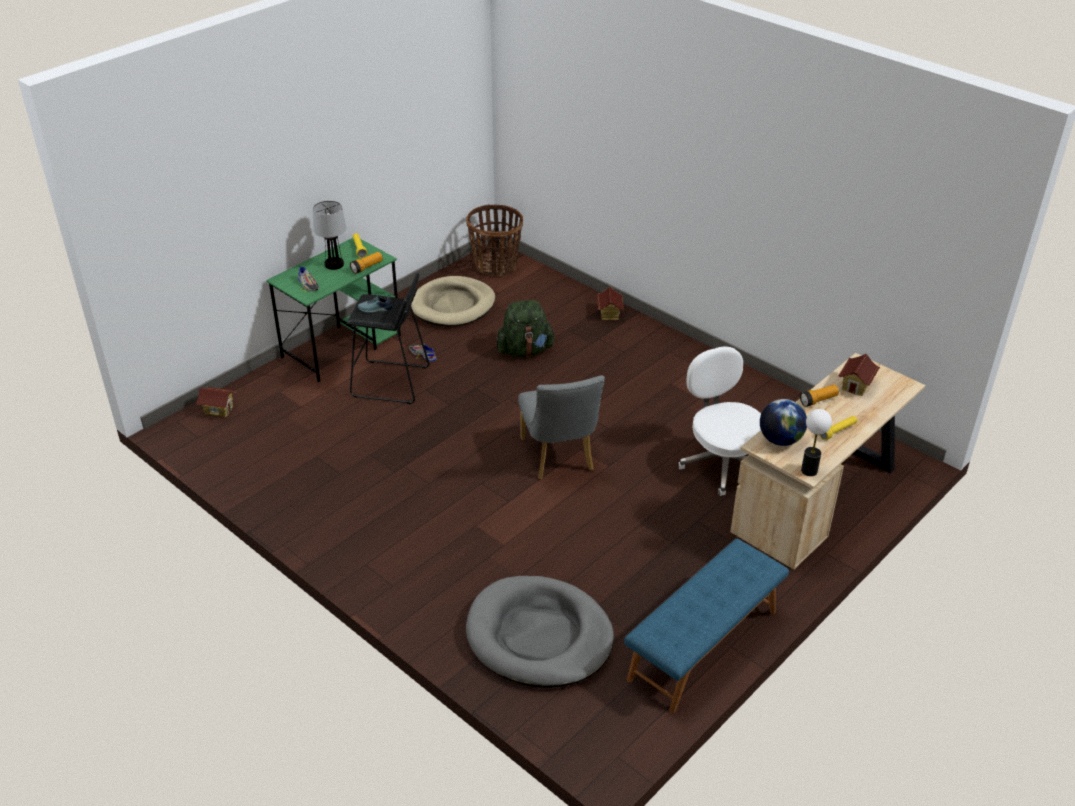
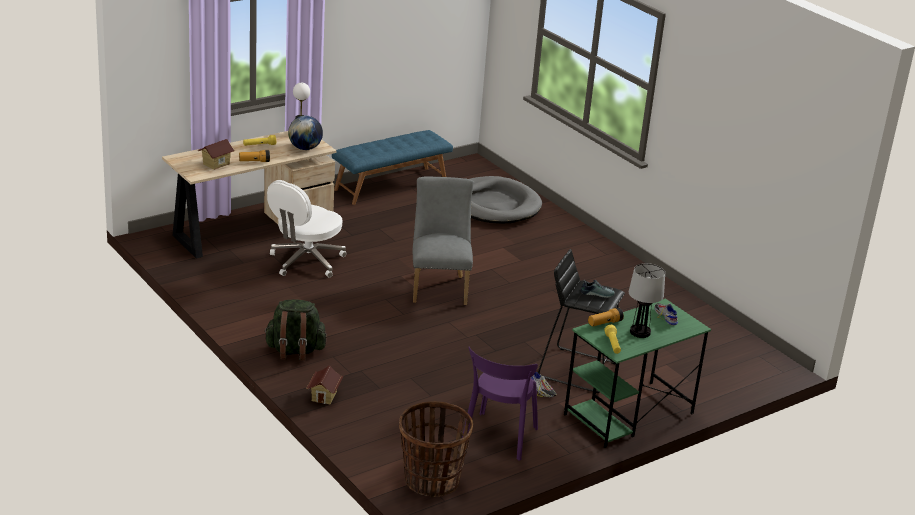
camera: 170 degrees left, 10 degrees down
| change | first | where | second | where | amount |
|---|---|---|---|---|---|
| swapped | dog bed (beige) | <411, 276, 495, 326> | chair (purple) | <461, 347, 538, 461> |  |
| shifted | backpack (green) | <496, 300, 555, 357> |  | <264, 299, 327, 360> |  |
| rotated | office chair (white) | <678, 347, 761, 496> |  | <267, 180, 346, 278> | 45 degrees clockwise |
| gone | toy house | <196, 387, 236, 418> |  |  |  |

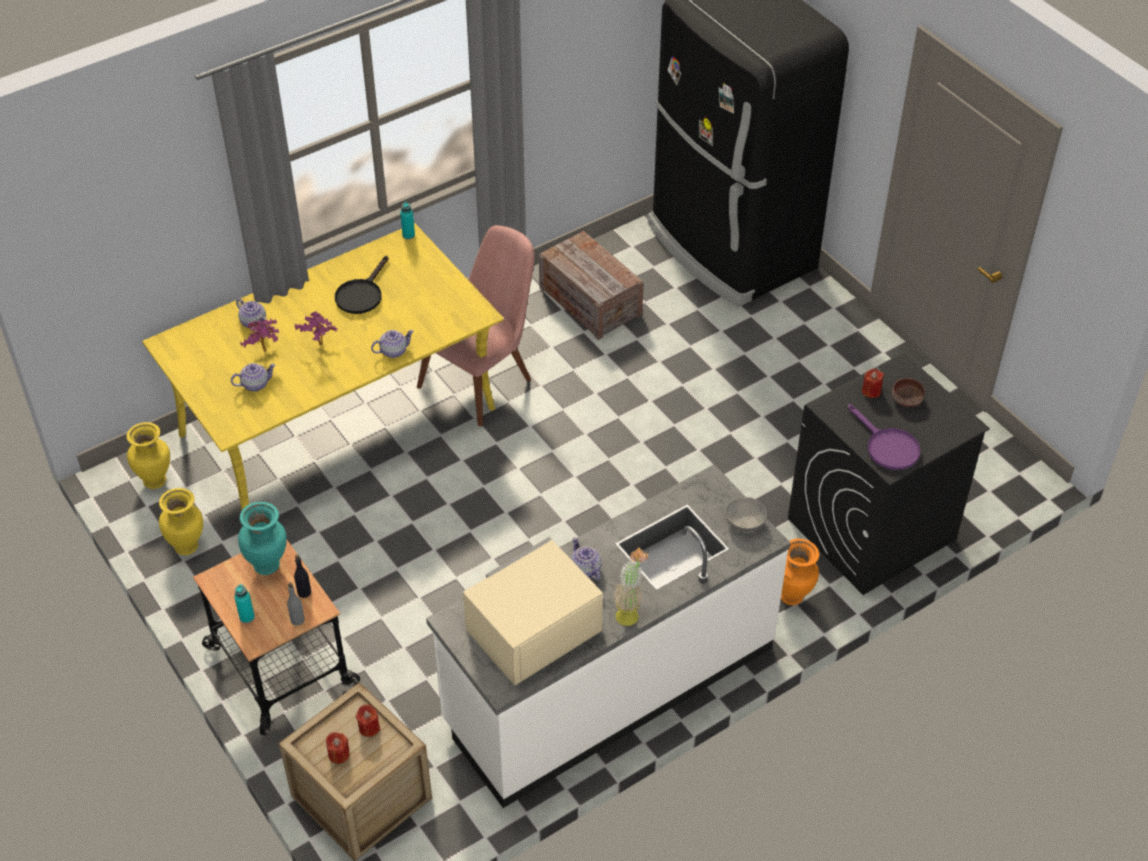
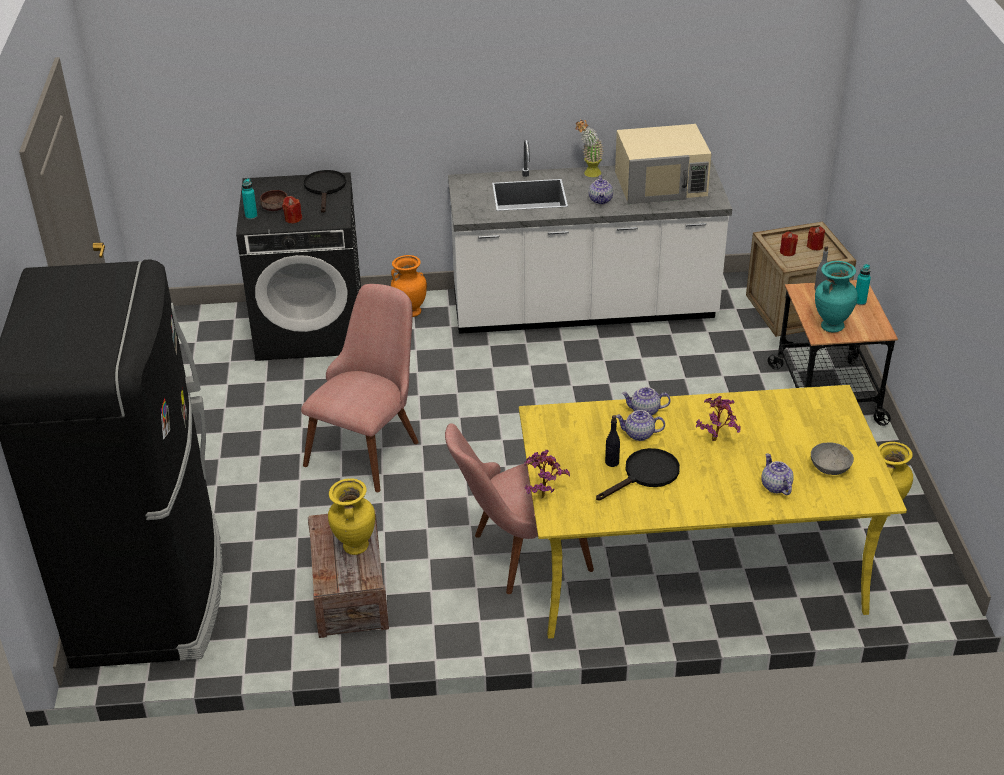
camera: 150 degrees left, 10 degrees down
| change | first | where | second | where | amount |
|---|---|---|---|---|---|
| shifted | bottle (turquoise) | <400, 201, 415, 240> |  | <242, 178, 258, 220> |  |
| shifted | potted plant | <240, 319, 279, 352> |  | <524, 450, 570, 498> |  |
| shifted | teapot | <231, 363, 276, 391> |  | <616, 410, 665, 441> |  |
| repainted | frying pan (purple) | <848, 404, 920, 470> | frying pan (black) | <303, 170, 346, 213> |  |
| shifted | vase (yellow) | <127, 422, 170, 489> |  | <328, 478, 375, 555> |  |
| shifted | bowl (grey) | <725, 497, 767, 532> |  | <811, 443, 854, 475> |  |
| shifted | bottle (black) | <294, 555, 311, 598> |  | <605, 415, 620, 467> |  |
| new |  |  | chair (pink) | <301, 284, 419, 492> |  |

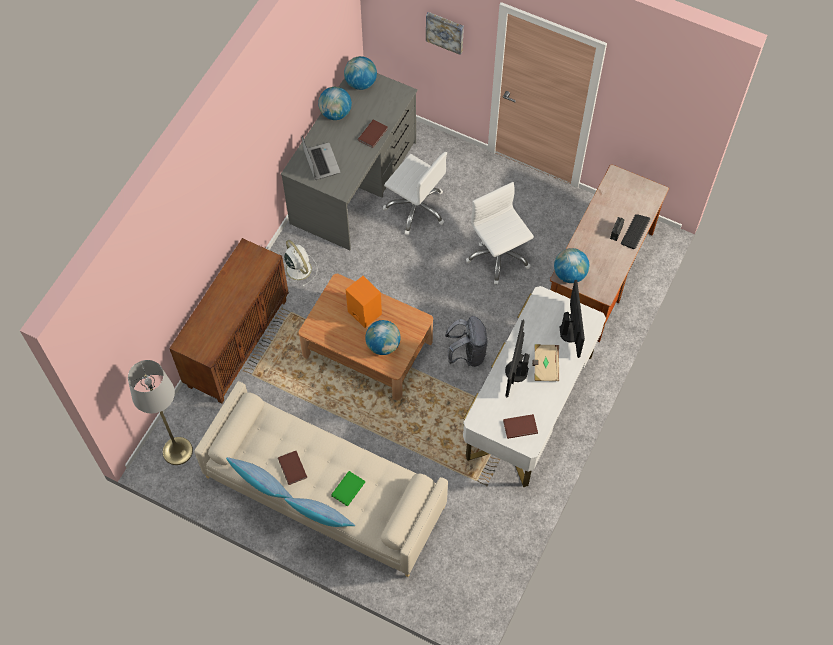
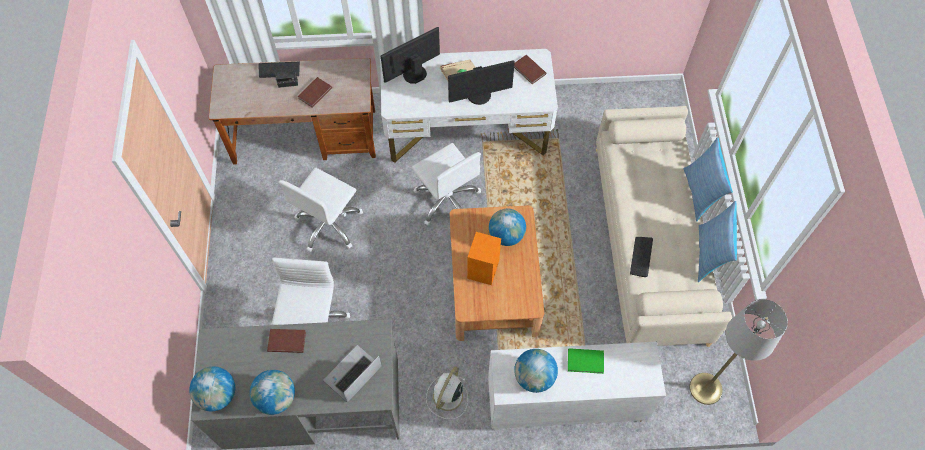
camera: 120 degrees left, 0 degrees up
| change | first | where | second | where | amount |
|---|---|---|---|---|---|
| gone | picture | <426, 12, 464, 55> |  |  |  |
| repainted | cabinet (brown) | <169, 238, 289, 403> | cabinet (white) | <488, 342, 666, 430> |  |
| shifted | globe | <554, 248, 589, 283> |  | <514, 349, 558, 393> |  |
| swapped | backpack (grey) | <445, 316, 488, 367> | office chair (white) | <412, 143, 481, 225> |  |
| shifted | book (brown) | <278, 451, 307, 485> |  | <298, 77, 332, 108> |  |
| shifted | book (green) | <331, 471, 365, 506> |  | <568, 348, 604, 374> |  |
| new |  |  | keyboard | <630, 237, 653, 277> |  |

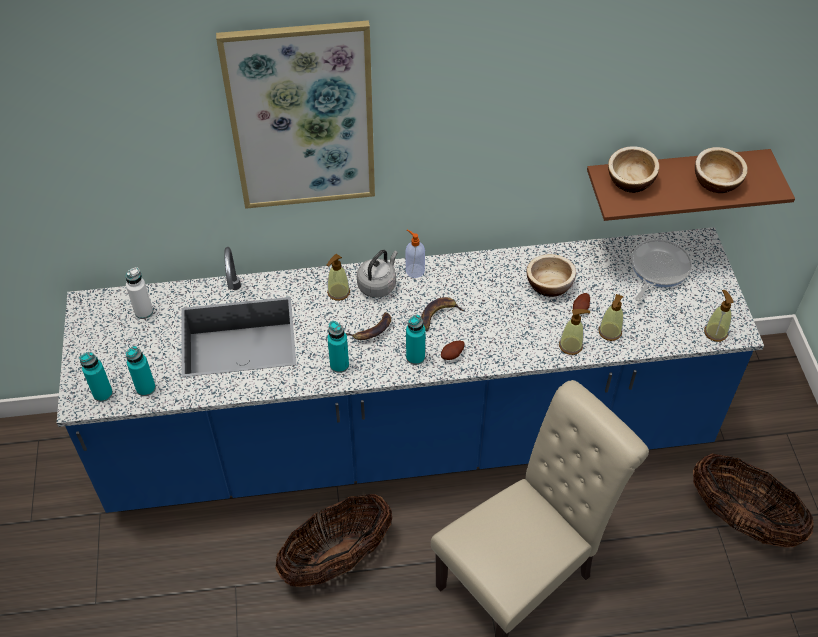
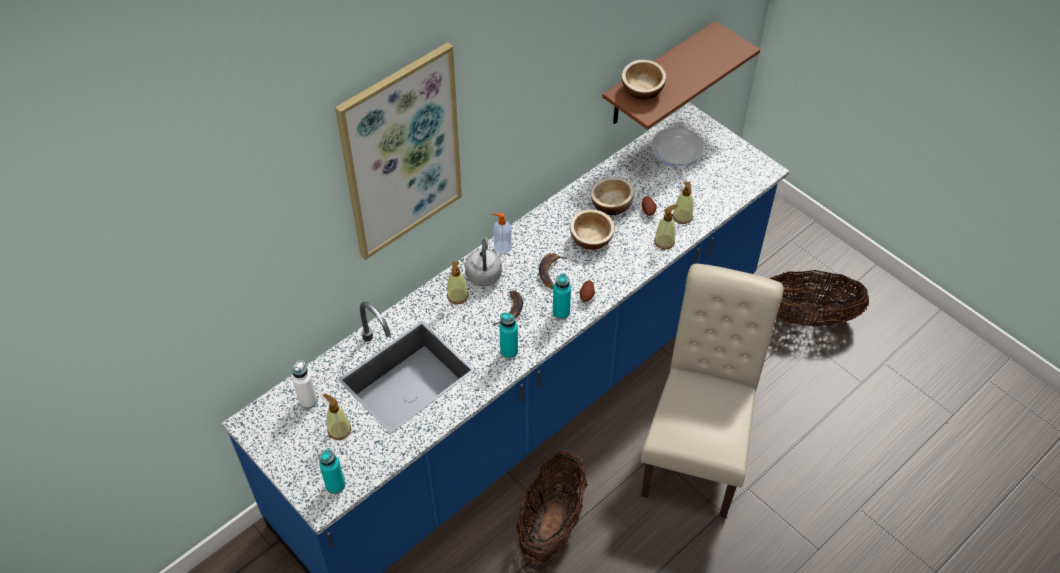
camera: 35 degrees left, 0 degrees up
| change | first | where | second | where | amount |
|---|---|---|---|---|---|
| shifted | bowl | <695, 147, 748, 193> |  | <570, 209, 615, 250> |  |
| shifted | soap dispenser | <704, 290, 734, 342> |  | <323, 394, 351, 440> |  |
| gone | bottle (turquoise) | <126, 346, 156, 396> |  |  |  |

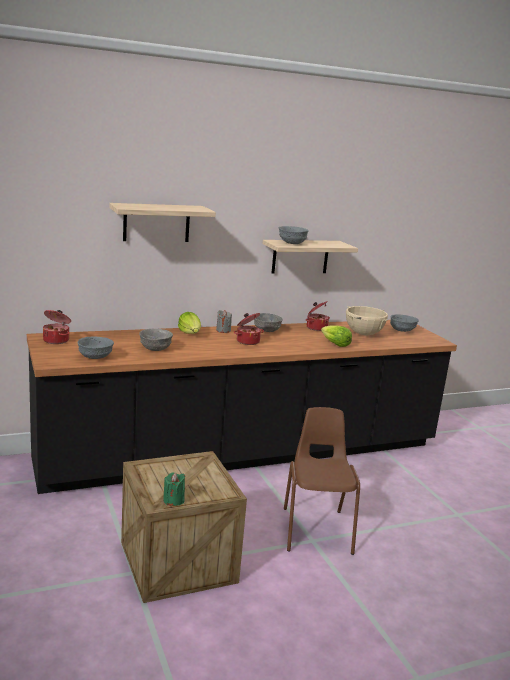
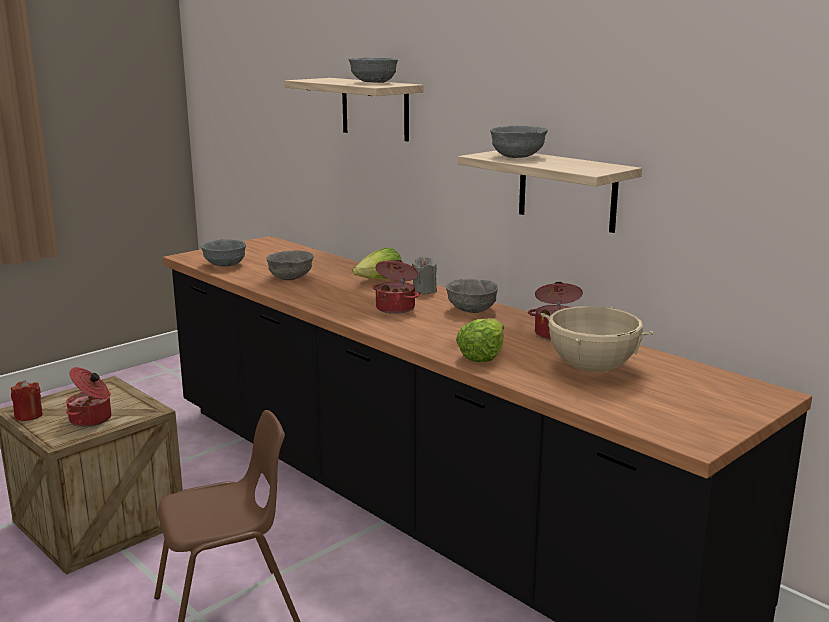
camera: 70 degrees right, 0 degrees up
| change | first | where | second | where | amount |
|---|---|---|---|---|---|
| shifted | cooking pot | <43, 310, 71, 344> |  | <66, 367, 112, 427> |  |
| shifted | bowl (grey) | <390, 314, 419, 332> |  | <348, 57, 398, 83> |  |
| repainted | candle (green) | <163, 473, 185, 506> | candle (red) | <11, 380, 43, 421> |  |

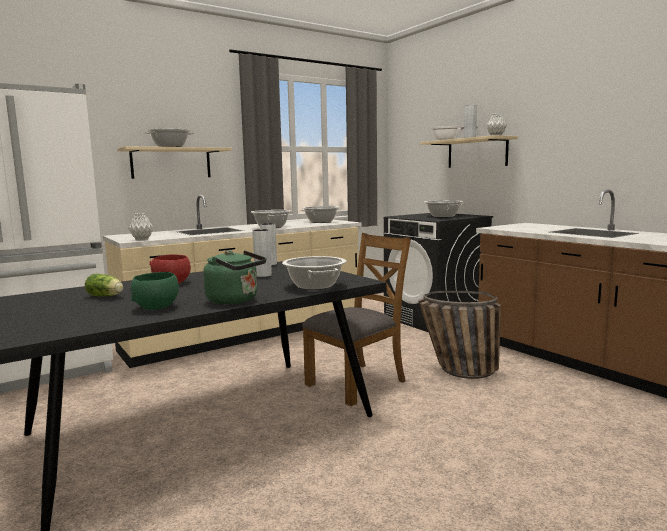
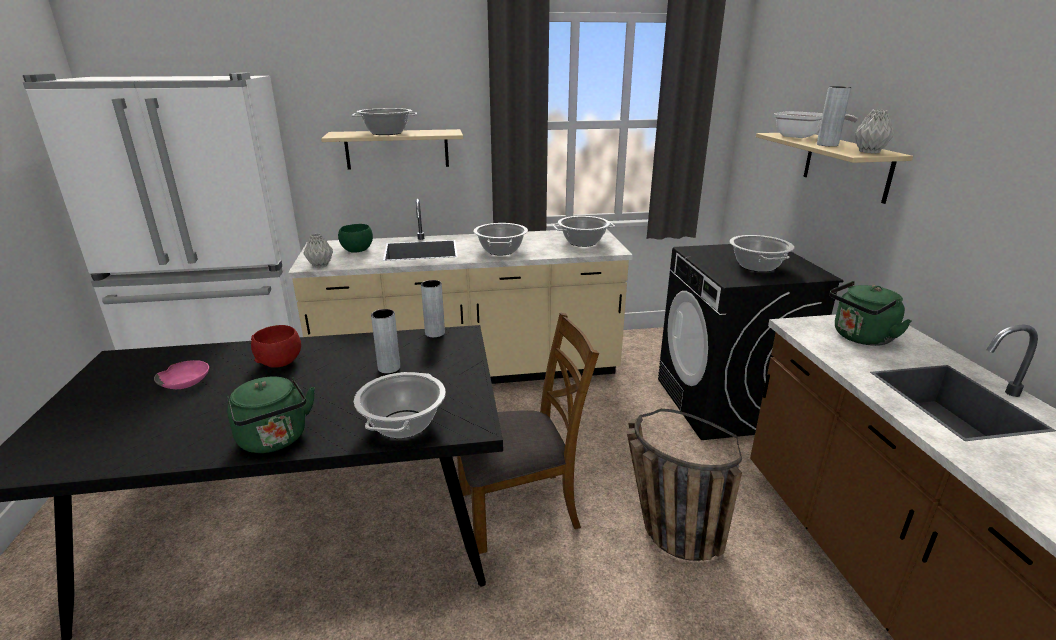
camera: 25 degrees right, 15 degrees up
| change | first | where | second | where | amount |
|---|---|---|---|---|---|
| shifted | bowl (green) | <131, 272, 179, 310> |  | <338, 224, 373, 253> |  |
| swapped | lettuce | <85, 274, 123, 296> | bowl (pink) | <154, 360, 209, 389> |  |
| new |  |  | kettle (green) | <830, 281, 912, 346> |  |

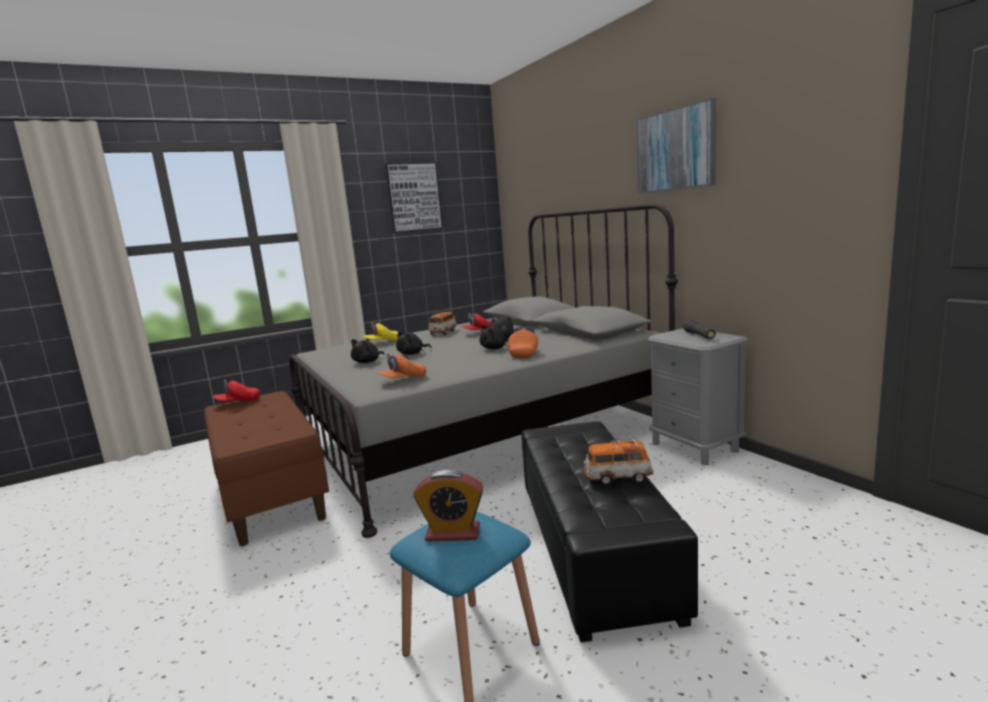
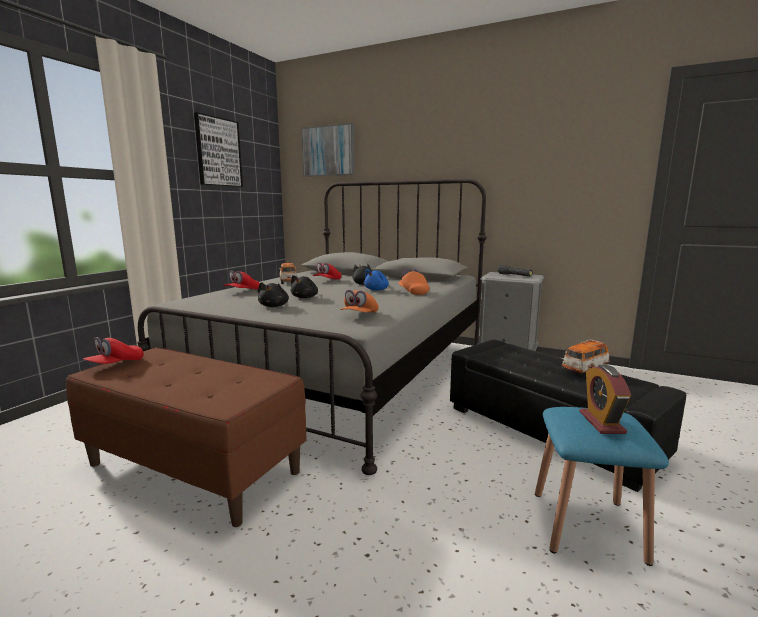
camera: 35 degrees left, 0 degrees up
| change | first | where | second | where | amount |
|---|---|---|---|---|---|
| shifted | picture | <637, 98, 716, 194> |  | <302, 123, 354, 177> |  |
| repainted | cap (yellow) | <363, 322, 398, 341> | cap (red) | <224, 270, 260, 290> |  |
| repainted | plush toy (black) | <479, 325, 508, 349> | plush toy (blue) | <364, 269, 389, 291> |  |
| rotated | alarm clock | <413, 470, 483, 542> |  | <579, 365, 631, 434> | 120 degrees clockwise |

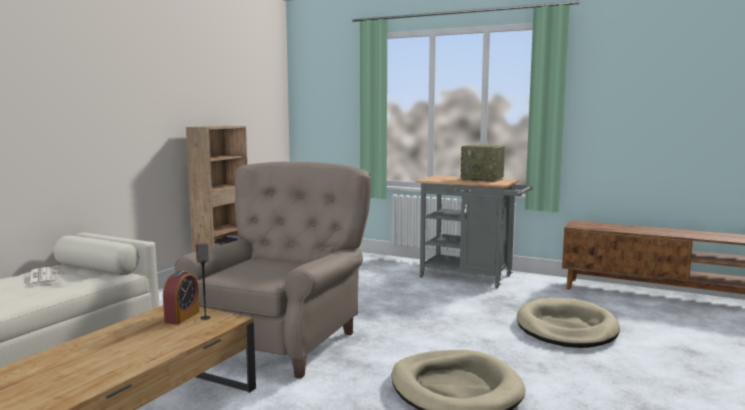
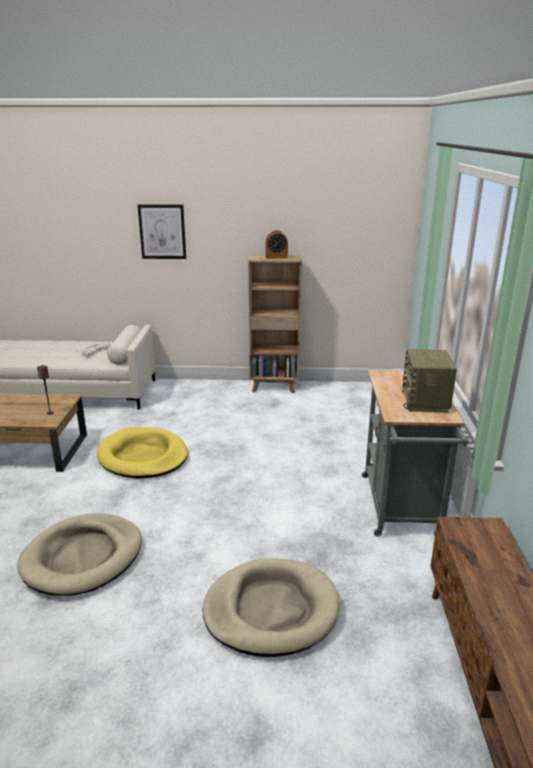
camera: 65 degrees right, 15 degrees up
| change | first | where | second | where | amount |
|---|---|---|---|---|---|
| swapped | armchair (beige) | <175, 162, 371, 379> | dog bed (yellow) | <97, 427, 188, 479> |  |
| shifted | alarm clock | <163, 271, 200, 325> |  | <266, 230, 288, 259> |  |
| new |  |  | picture | <138, 204, 186, 259> |  |

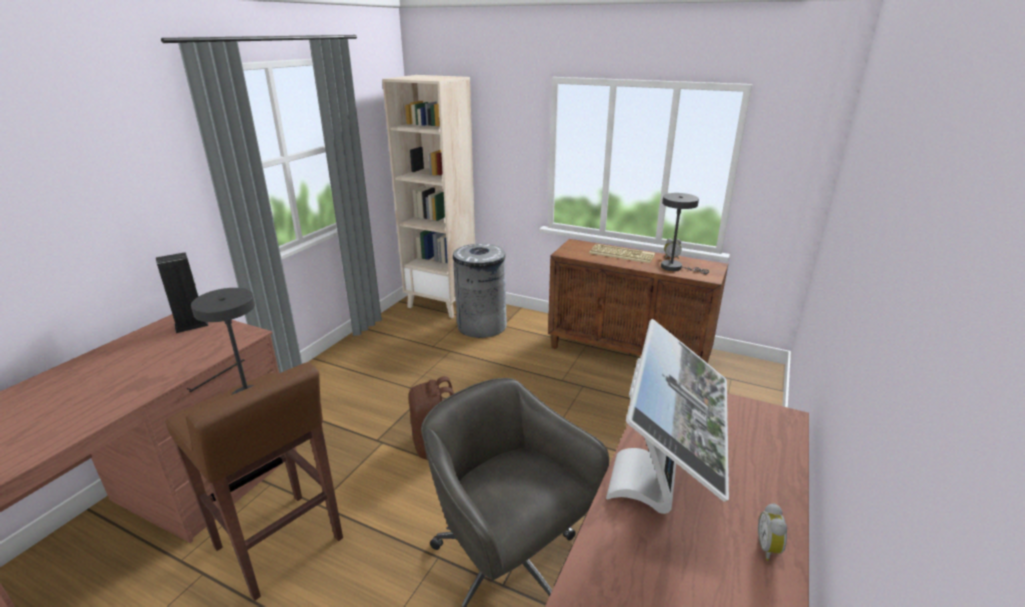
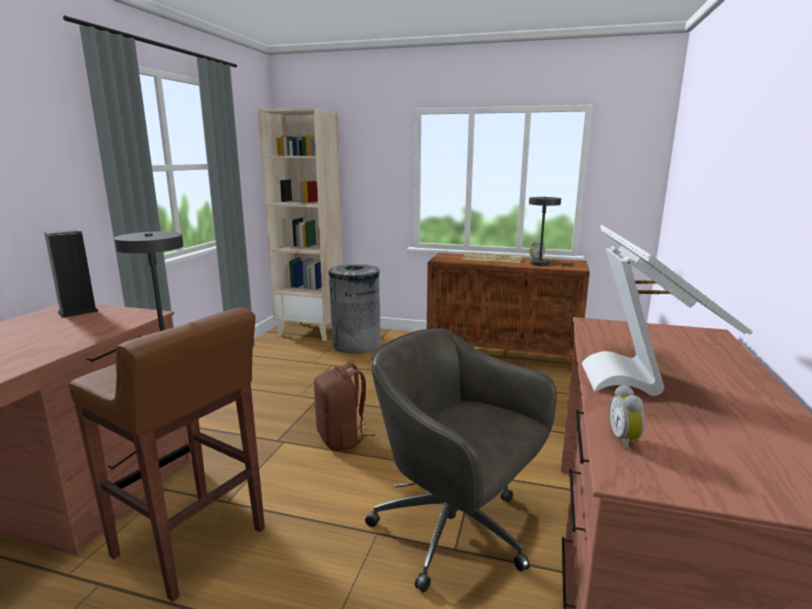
camera: 10 degrees left, 10 degrees down
| change | first | where | second | where | amount |
|---|---|---|---|---|---|
| shifted | alarm clock | <758, 503, 787, 561> |  | <609, 384, 645, 450> |  |

